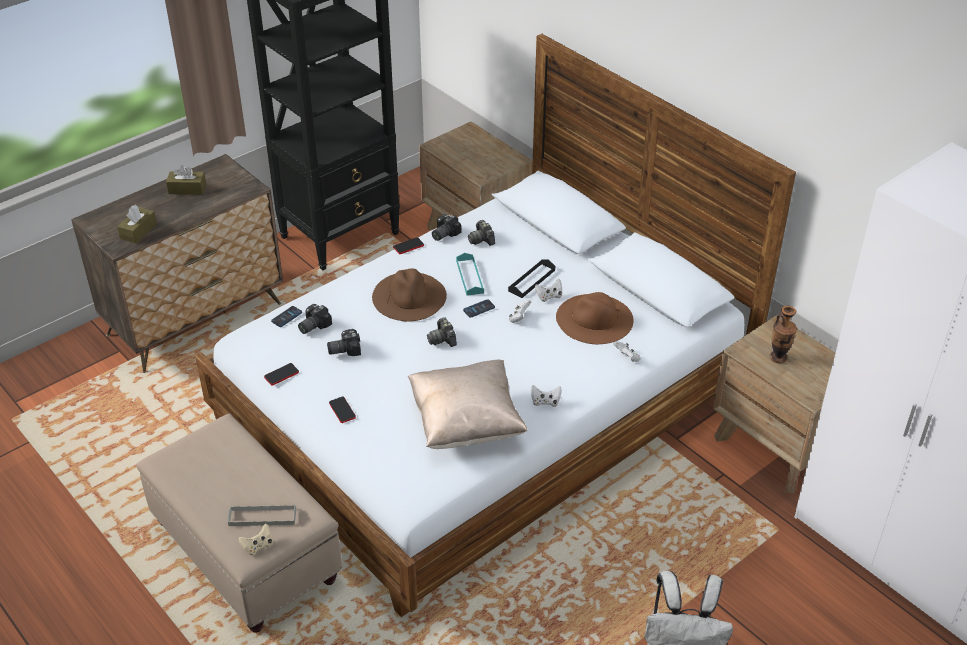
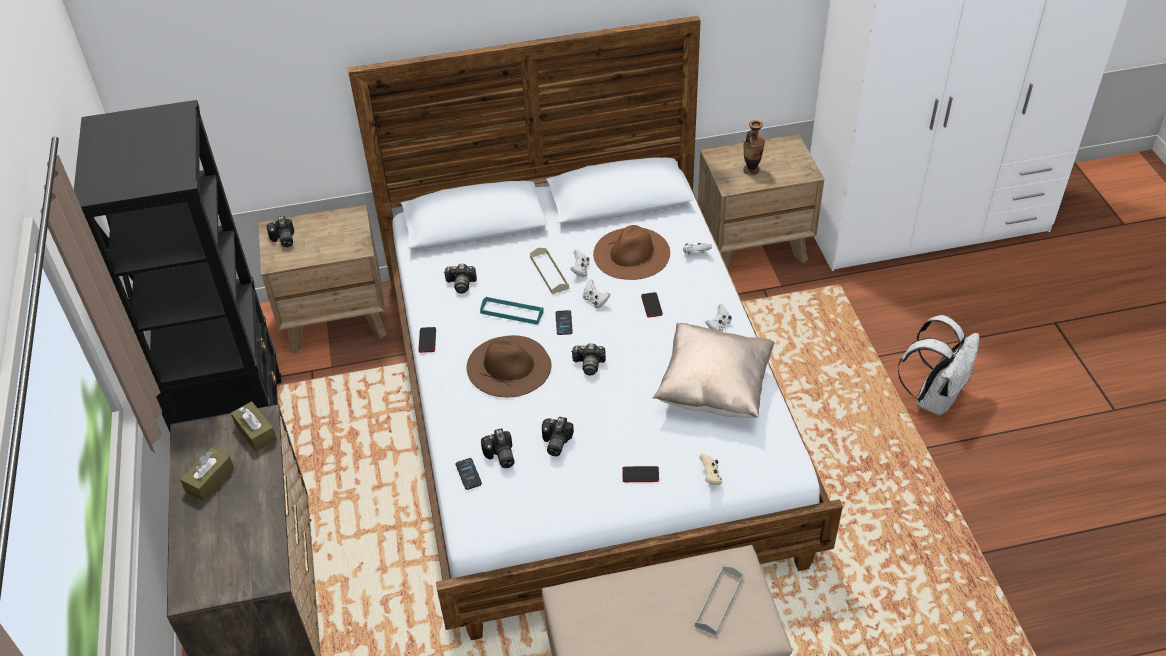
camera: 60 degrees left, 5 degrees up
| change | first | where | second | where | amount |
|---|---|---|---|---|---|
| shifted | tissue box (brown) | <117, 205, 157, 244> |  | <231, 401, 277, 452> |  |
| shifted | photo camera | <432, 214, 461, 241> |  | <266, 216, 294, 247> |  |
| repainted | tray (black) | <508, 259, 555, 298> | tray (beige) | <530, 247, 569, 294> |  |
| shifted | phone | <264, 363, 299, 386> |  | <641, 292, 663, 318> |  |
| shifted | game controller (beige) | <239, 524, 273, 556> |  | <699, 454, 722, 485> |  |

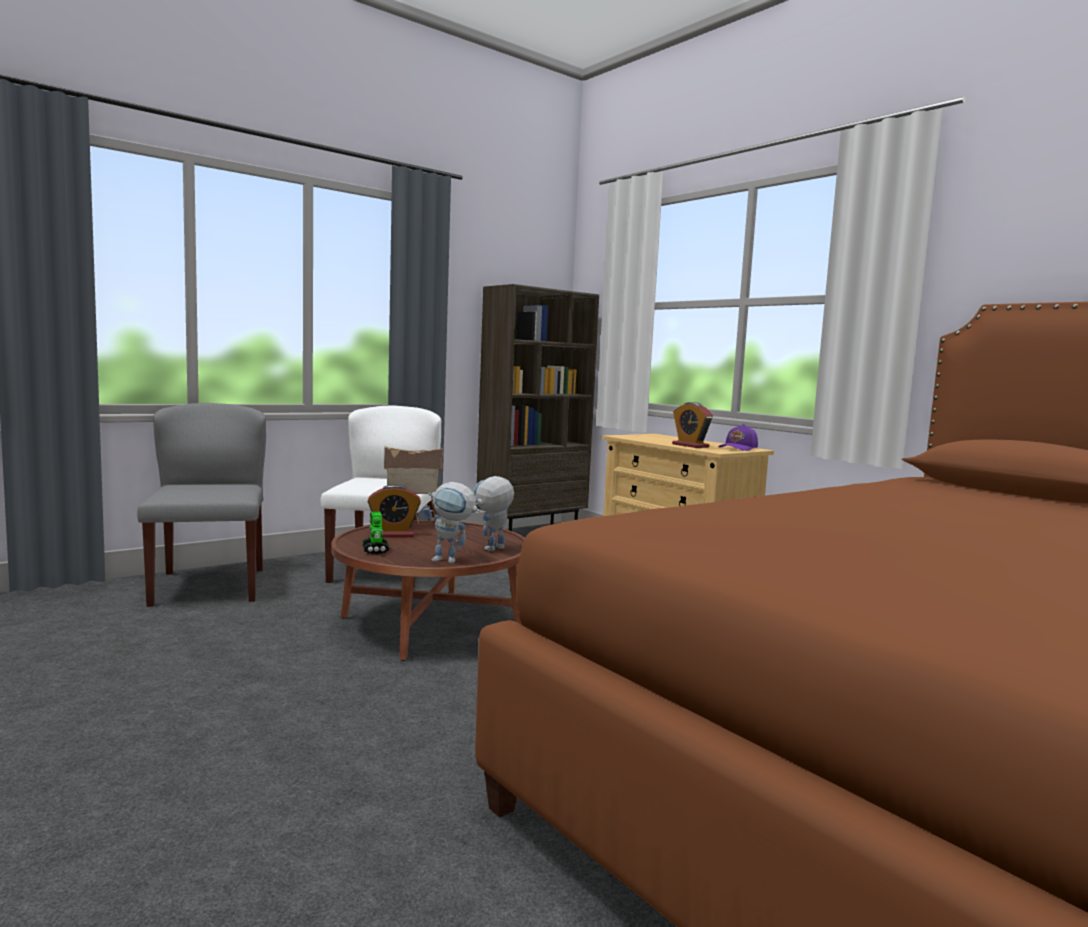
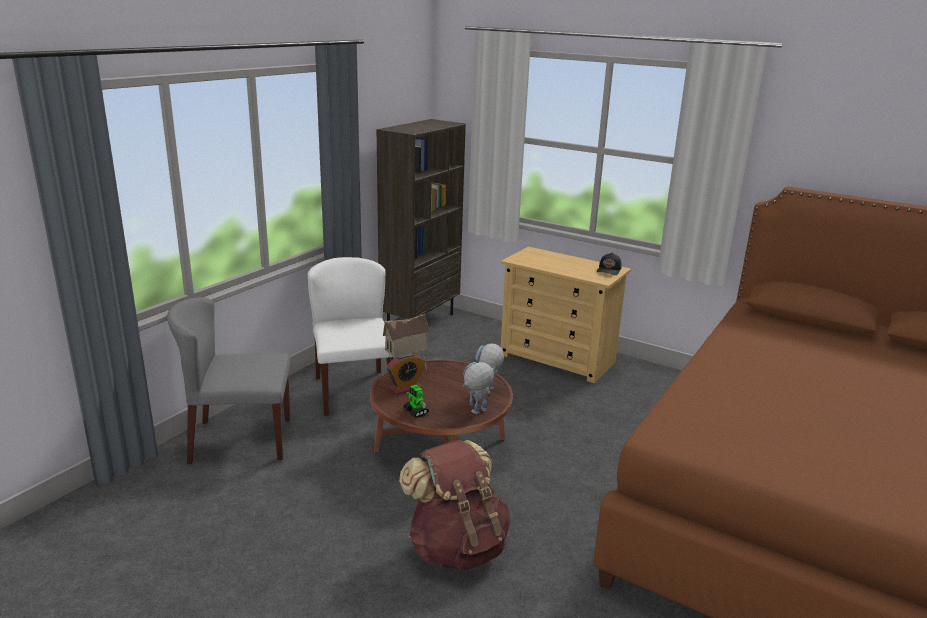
camera: 20 degrees left, 15 degrees up
| change | first | where | second | where | amount |
|---|---|---|---|---|---|
| gone | alarm clock | <672, 402, 713, 448> |  |  |  |
| rotated | chair (grey) | <137, 403, 266, 607> |  | <167, 297, 291, 464> | 60 degrees counterclockwise |
| repainted | cap (purple) | <718, 424, 758, 451> | cap (black) | <597, 253, 622, 275> |  |
| rotated | toy robot | <423, 482, 480, 564> |  | <463, 362, 495, 414> | 150 degrees clockwise |
| new |  |  | backpack (brown) | <399, 440, 510, 571> |  |

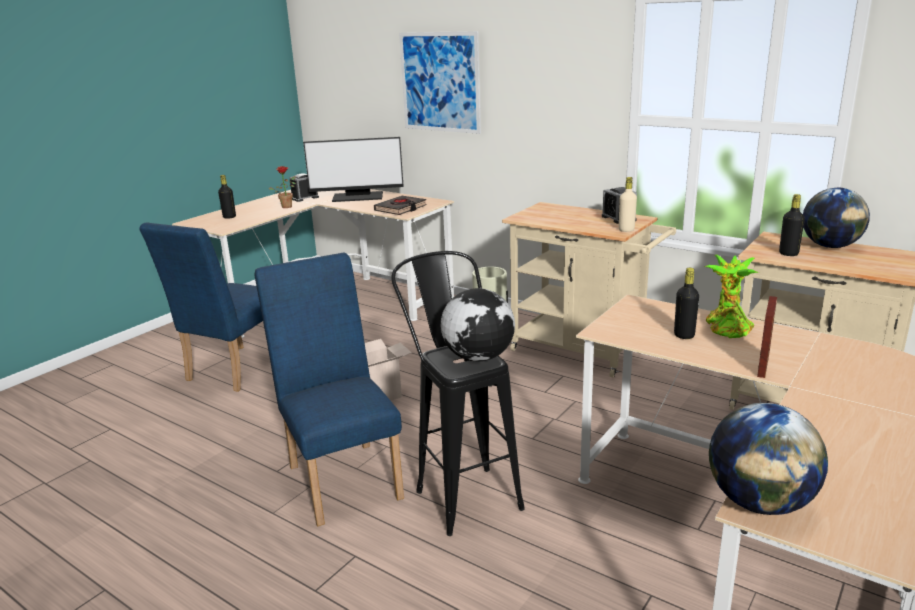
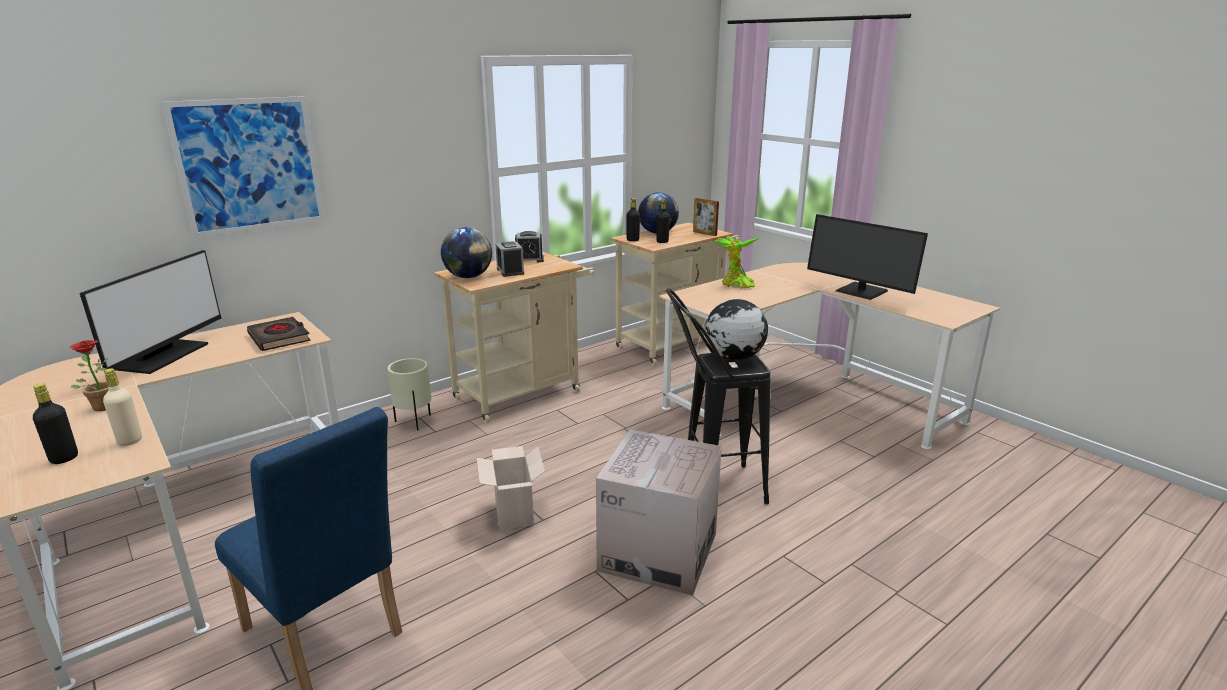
camera: 75 degrees left, 0 degrees up
| change | first | where | second | where | amount |
|---|---|---|---|---|---|
| shifted | alarm clock | <289, 174, 319, 202> |  | <495, 241, 524, 277> |  |
| shifted | bottle (beige) | <619, 177, 637, 232> |  | <103, 368, 142, 446> |  |
| swapped | chair (blue) | <254, 253, 404, 527> | cardboard box | <596, 430, 722, 596> |  |
| shifted | bottle (black) | <674, 268, 699, 339> |  | <626, 198, 640, 241> |  |
| shifted | picture frame | <757, 296, 777, 378> |  | <693, 198, 719, 236> |  |
| shifted | globe | <709, 403, 828, 515> |  | <441, 227, 492, 278> |  |
| new |  |  | monitor | <807, 214, 928, 300> |  |

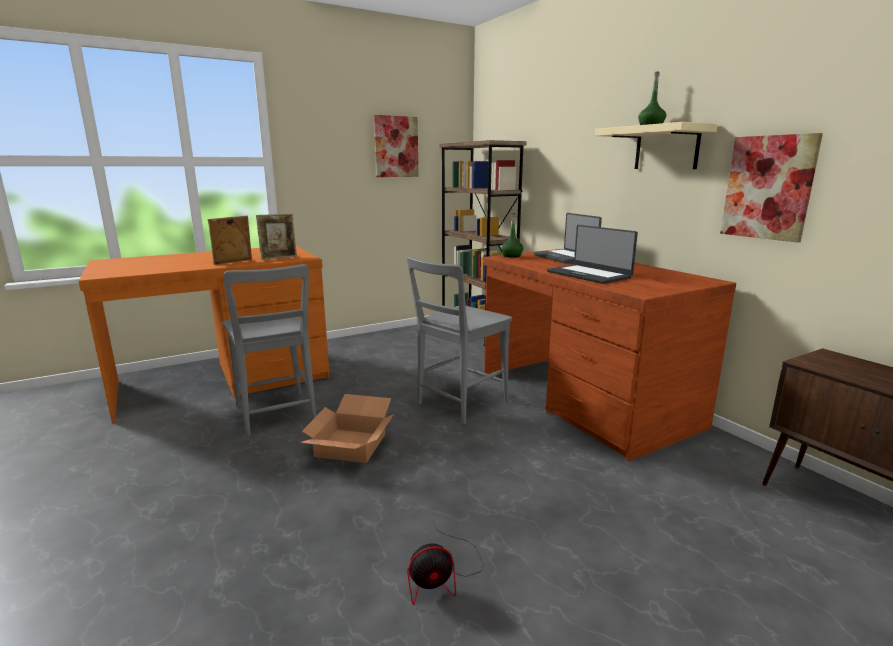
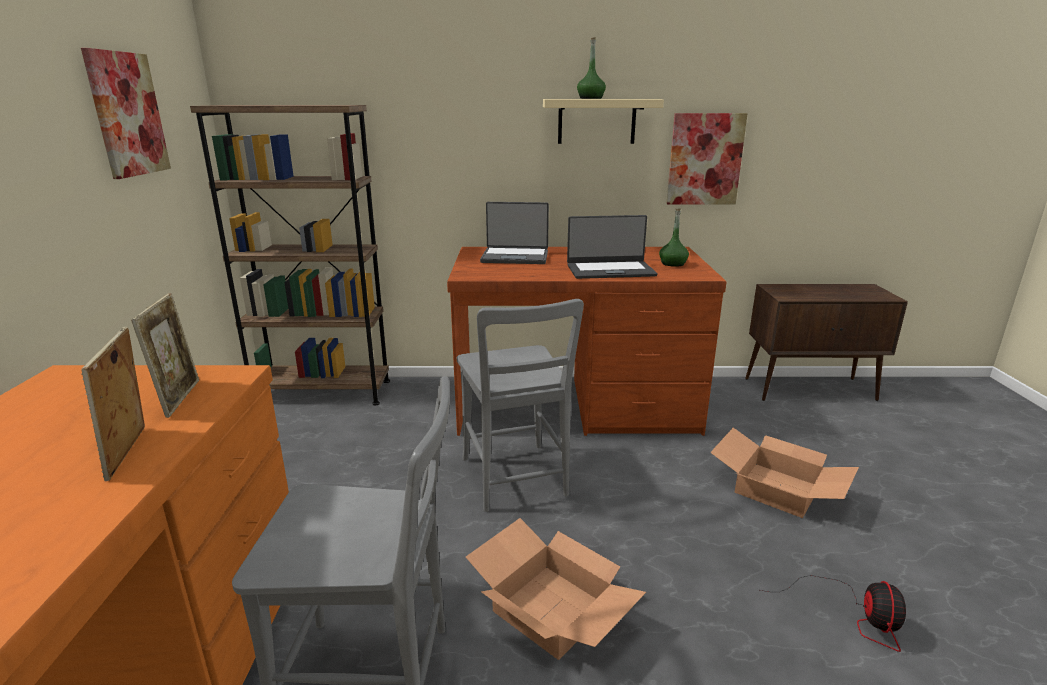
camera: 60 degrees left, 5 degrees up
| change | first | where | second | where | amount |
|---|---|---|---|---|---|
| shifted | bottle (green) | <501, 213, 523, 258> |  | <659, 209, 689, 267> |  |
| new |  |  | cardboard box | <710, 428, 859, 518> |  |

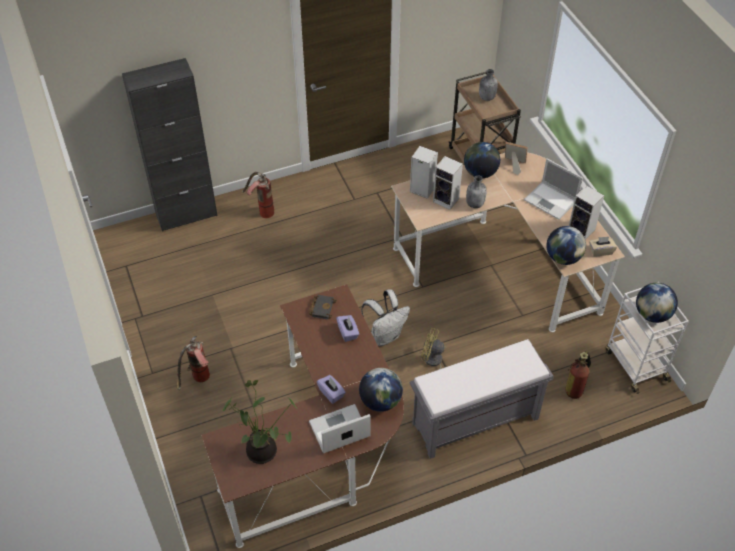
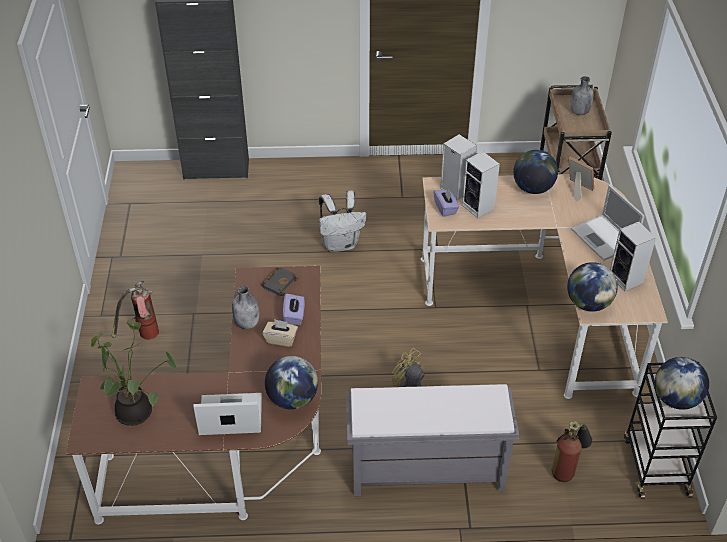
camera: 20 degrees right, 5 degrees down
| change | first | where | second | where | amount |
|---|---|---|---|---|---|
| gone | fire extinguisher | <242, 172, 274, 218> |  |  |  |
| shifted | bottle (grey) | <466, 175, 487, 208> |  | <232, 286, 259, 329> |  |
| shifted | tissue box (beige) | <589, 237, 617, 256> |  | <262, 319, 298, 347> |  |
| repainted | cart (white) | <606, 282, 689, 394> | cart (black) | <624, 362, 717, 499> |  |
| shifted | backpack (white) | <361, 289, 410, 346> |  | <319, 190, 366, 252> |  |
| shifted | tissue box (purple) | <317, 375, 346, 404> |  | <433, 189, 459, 217> |  |

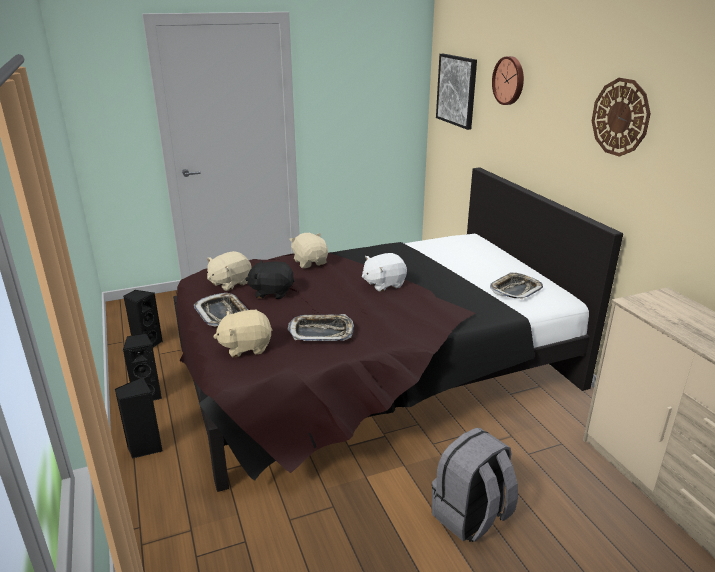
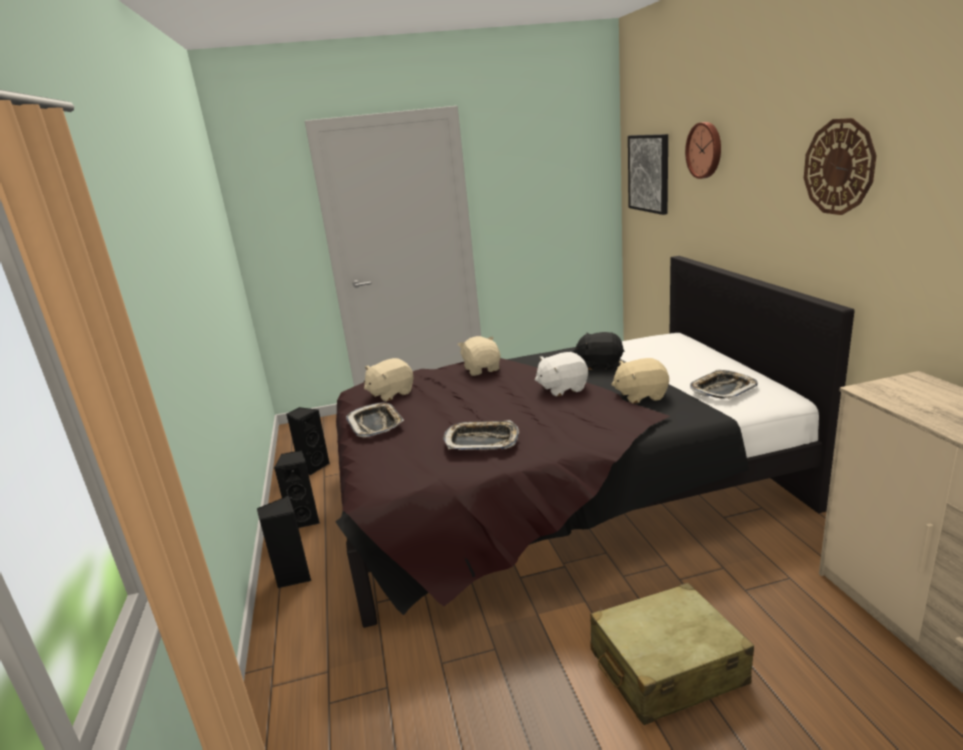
camera: 10 degrees right, 5 degrees down
| change | first | where | second | where | amount |
|---|---|---|---|---|---|
| shifted | plush toy (black) | <245, 260, 295, 299> |  | <573, 332, 624, 370> |  |
| shifted | plush toy (beige) | <213, 310, 272, 358> |  | <611, 358, 669, 404> |  |
| swapped | backpack (grey) | <432, 428, 518, 542> | suitcase (beige) | <590, 583, 754, 725> |  |

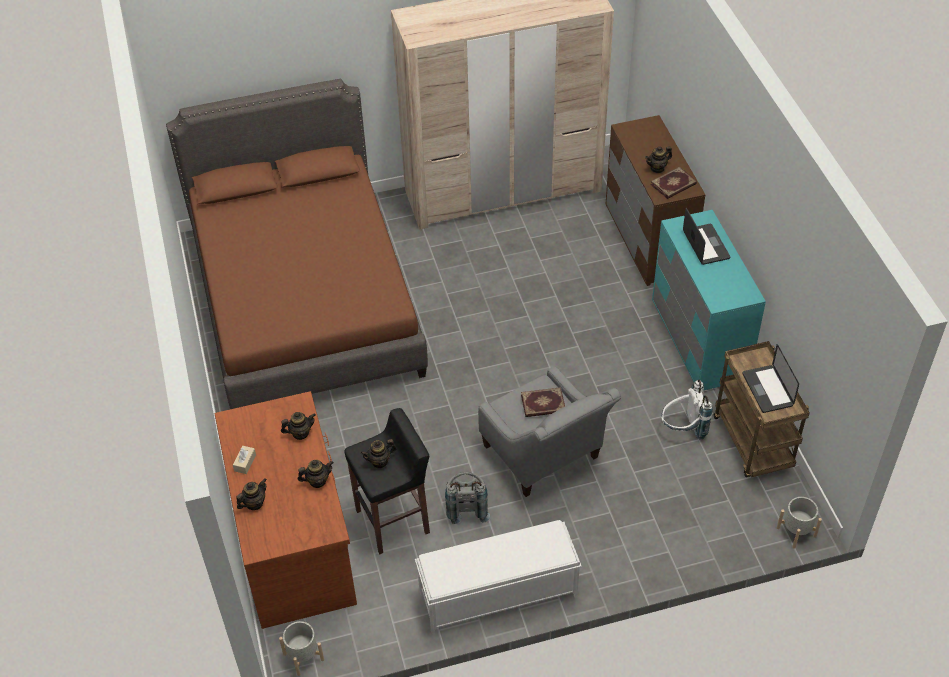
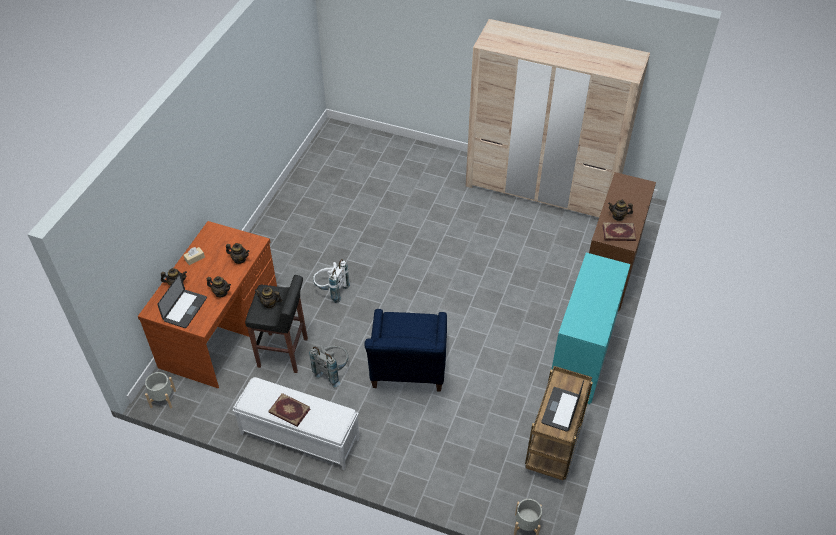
camera: 35 degrees right, 0 degrees up
| change | first | where | second | where | amount |
|---|---|---|---|---|---|
| gone | bed (brown) | <166, 79, 428, 409> |  |  |  |
| shifted | laptop | <683, 208, 730, 265> |  | <157, 274, 207, 328> |  |
| repainted | armchair (grey) | <478, 366, 621, 497> | armchair (blue) | <365, 309, 447, 392> |  |
| shifted | backpack (white) | <661, 380, 713, 439> |  | <313, 259, 350, 303> |  |
| shifted | book | <521, 387, 565, 417> |  | <269, 393, 310, 427> |  |

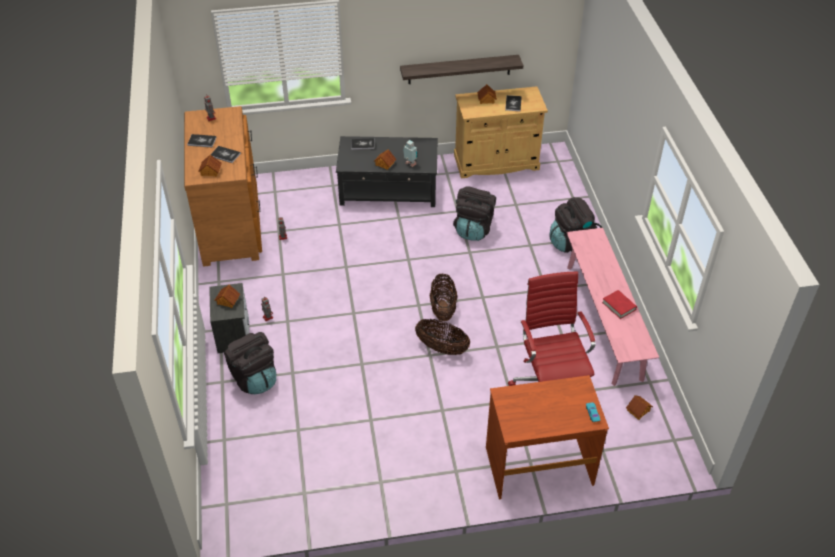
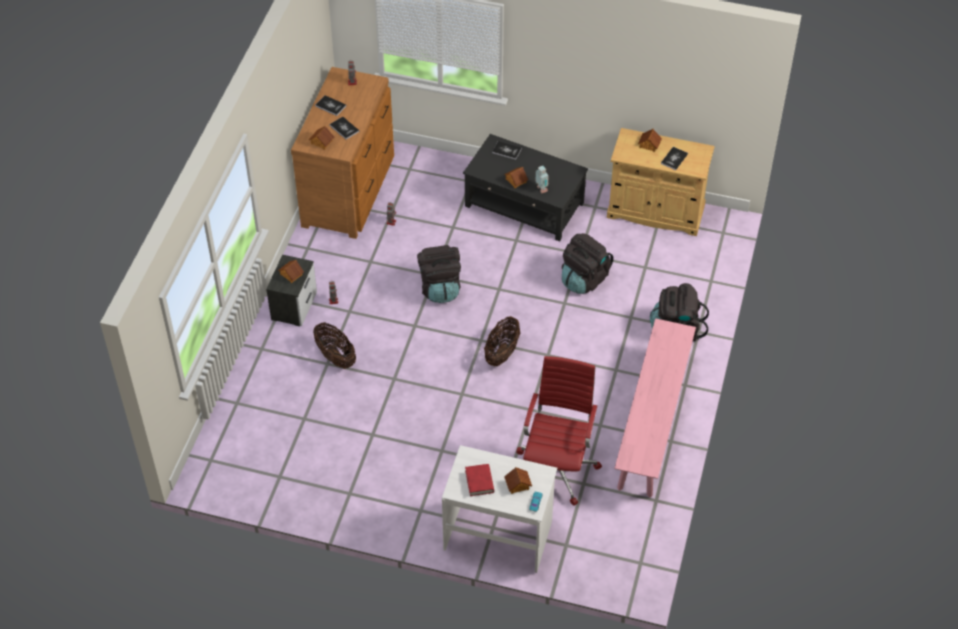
camera: 25 degrees right, 5 degrees up
| change | first | where | second | where | amount |
|---|---|---|---|---|---|
| gone | shelf | <400, 55, 524, 84> |  |  |  |
| shifted | book (red) | <602, 290, 637, 319> |  | <465, 464, 494, 496> |  |
| shifted | basket | <415, 319, 470, 355> |  | <313, 322, 356, 369> |  |
| shifted | backpack (black) | <224, 332, 276, 394> |  | <417, 245, 461, 303> |  |
| repainted | desk (brown) | <486, 375, 609, 499> | desk (white) | <442, 445, 557, 573> |  |
| shifted | toy house | <626, 395, 653, 420> |  | <504, 467, 532, 494> |  |

